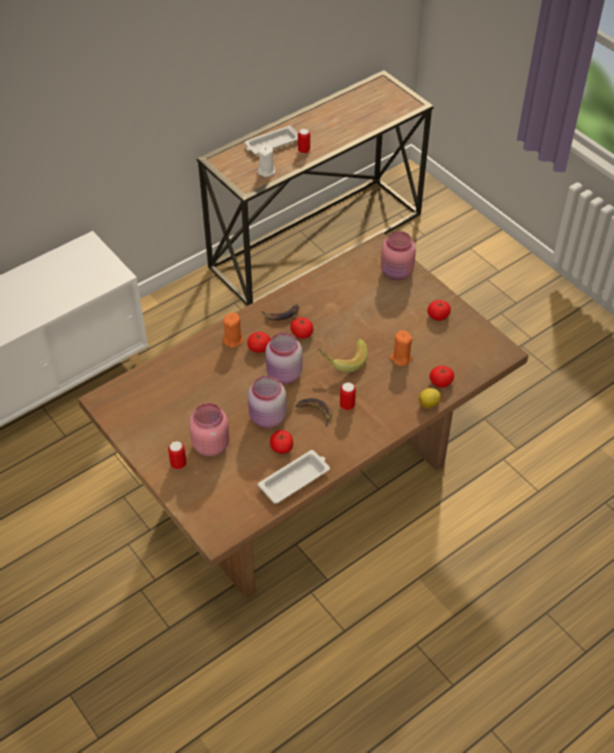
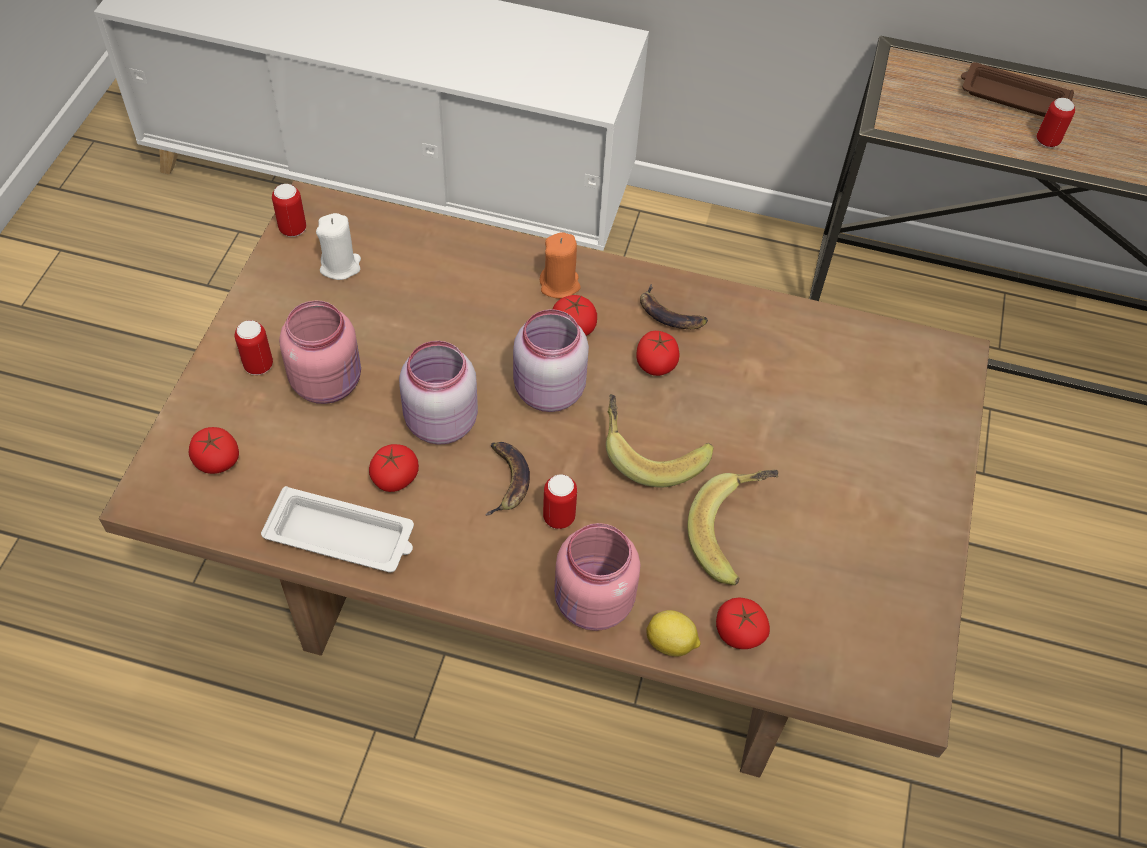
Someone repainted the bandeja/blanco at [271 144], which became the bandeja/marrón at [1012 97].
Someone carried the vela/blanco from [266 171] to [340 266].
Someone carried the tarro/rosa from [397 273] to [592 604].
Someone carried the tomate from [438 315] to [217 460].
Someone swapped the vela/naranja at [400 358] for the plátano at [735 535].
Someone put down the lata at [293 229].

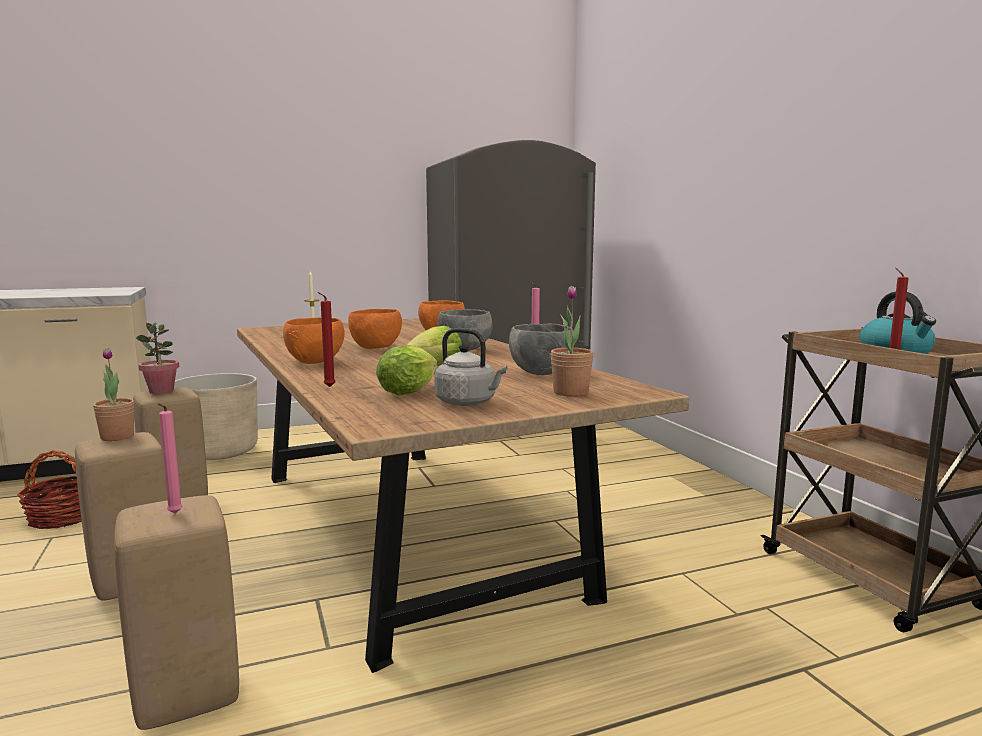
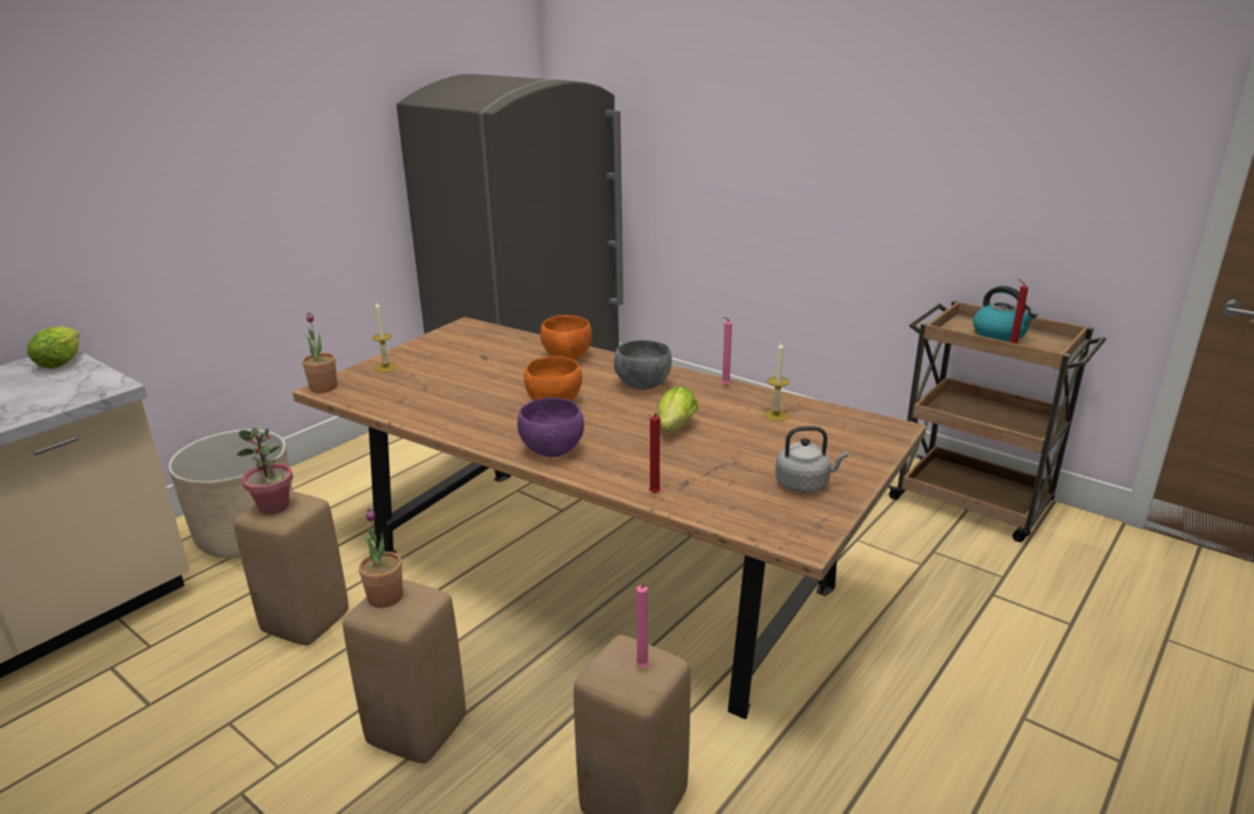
Someone carried the planta en maceta from [571 392] to [323 387].
Someone repainted the cuenco/naranja at [316 362], which became the cuenco/morado at [552 450].
Someone swapped the cuenco/gris at [540 372] for the vela at [776 415].
Someone carried the lechuga from [411 391] to [63 362].
Someone took away the cesta at [62 518].

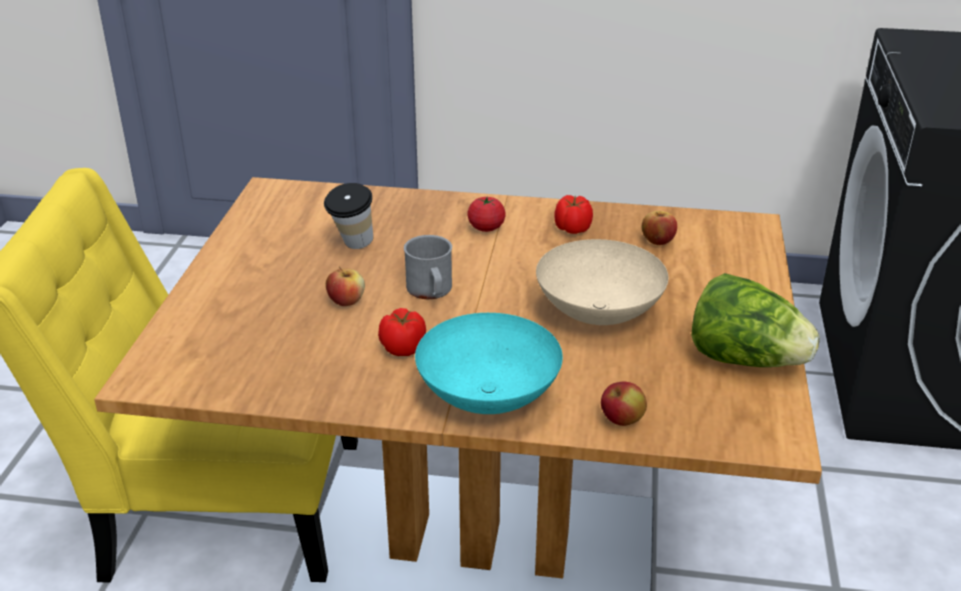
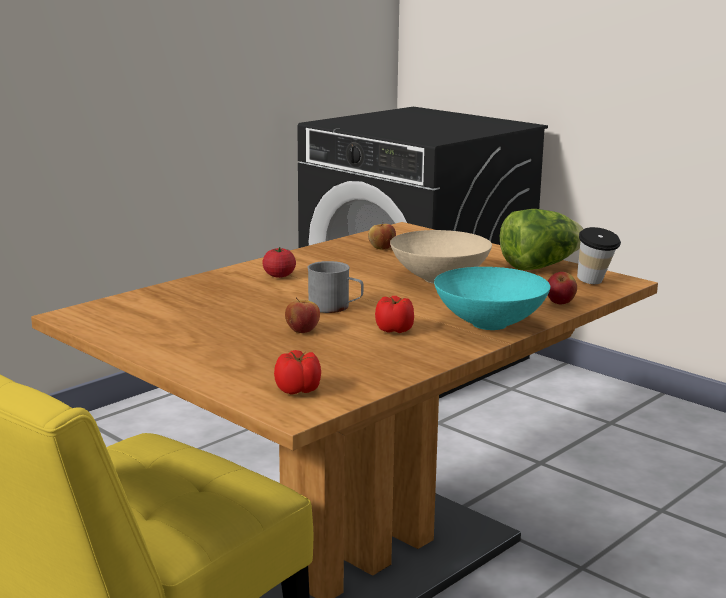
Someone carried the taza from [352 246] to [595 283].
Someone carried the tomate from [572 229] to [299 390].

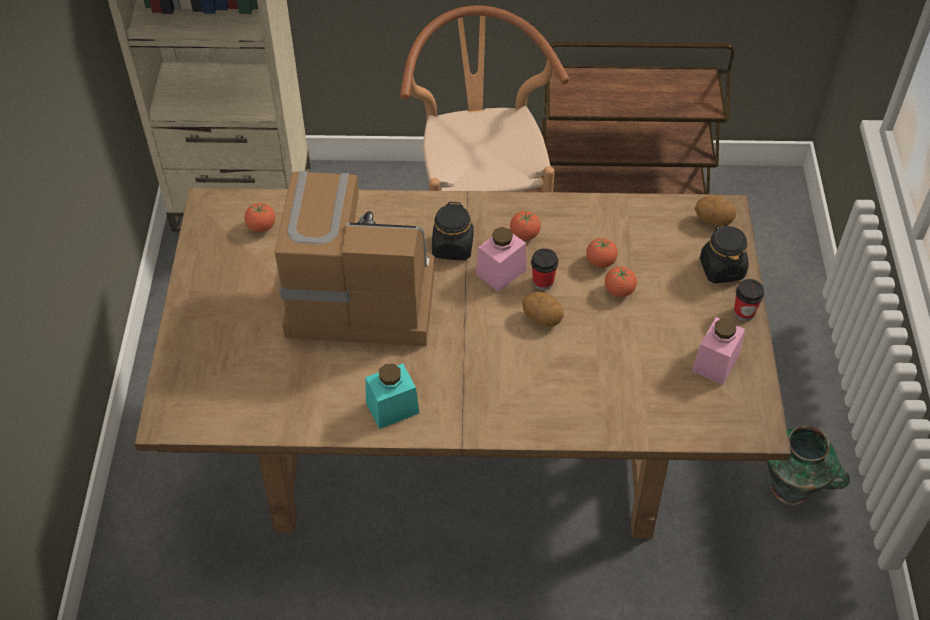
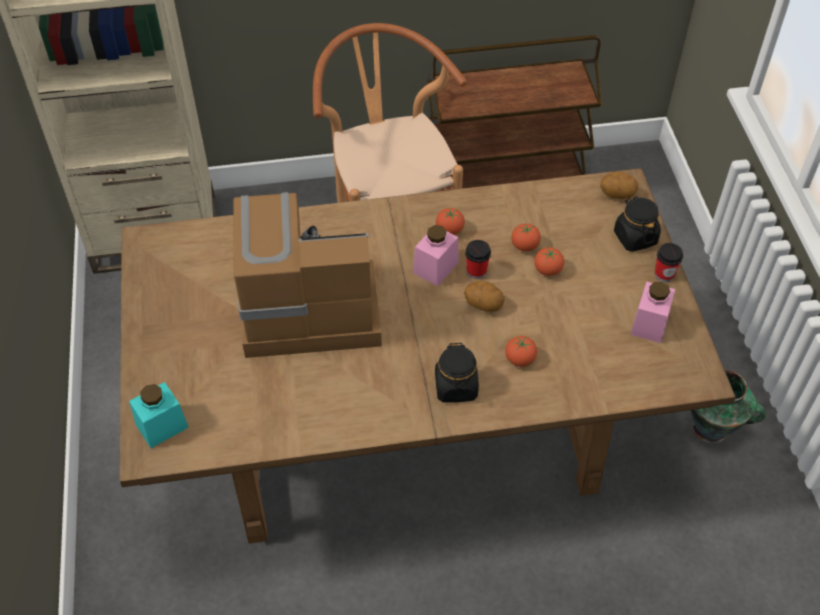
Someone carried the tarro/negro from [453 247] to [456 387].
Someone carried the tomate from [261 227] to [520 359].
Someone carried the tarro/turquesa from [392 408] to [162 426].

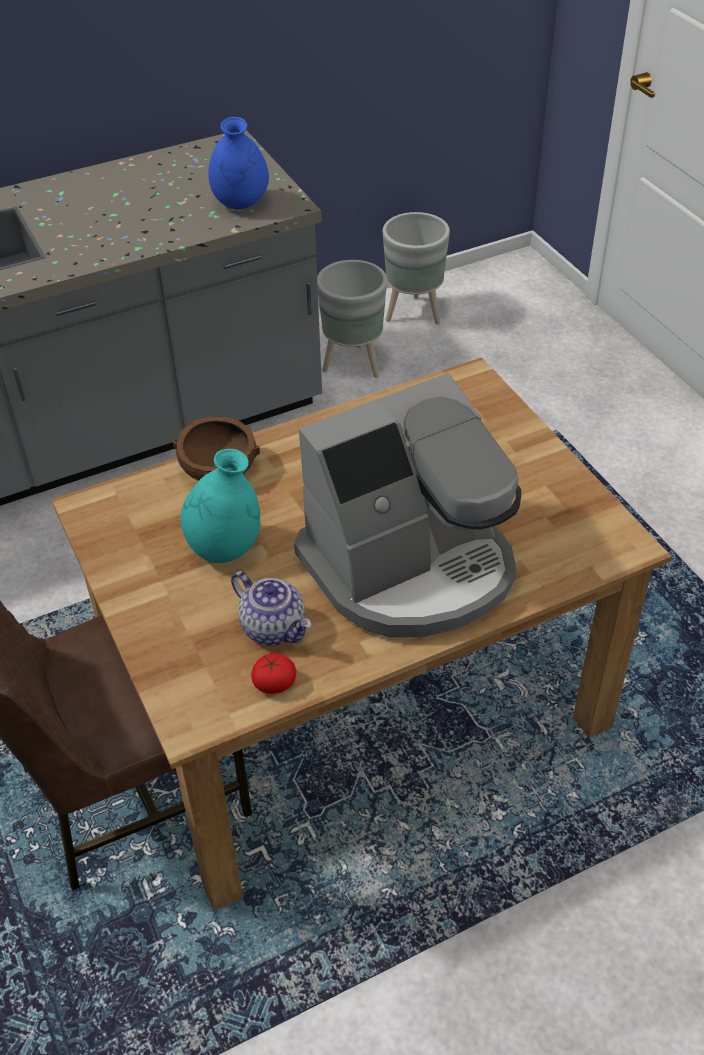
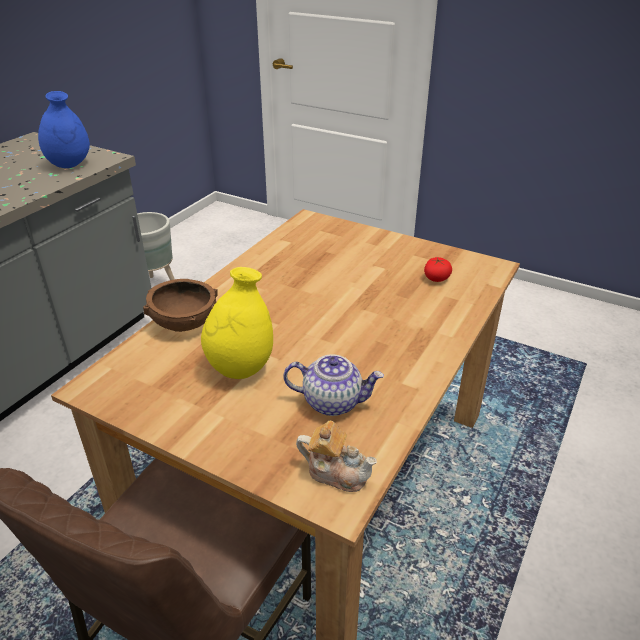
Someone took away the maceta/gris at [414 313].
Someone took away the cafetera at [411 568].
Someone repainted the florero/turquesa at [225 548], which became the florero/amarillo at [241 368].
Someone carried the tomate from [274 683] to [436 278].
Someone put down the tetera at [336 472].

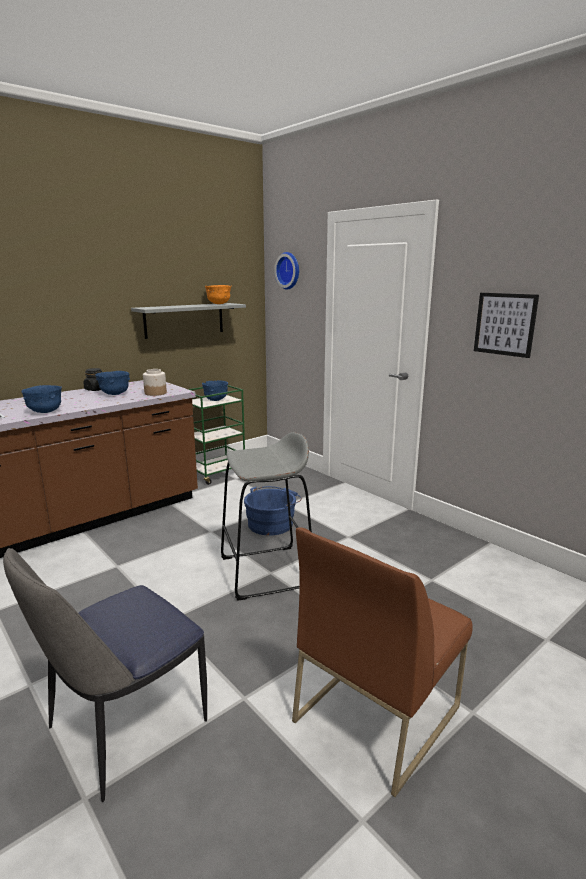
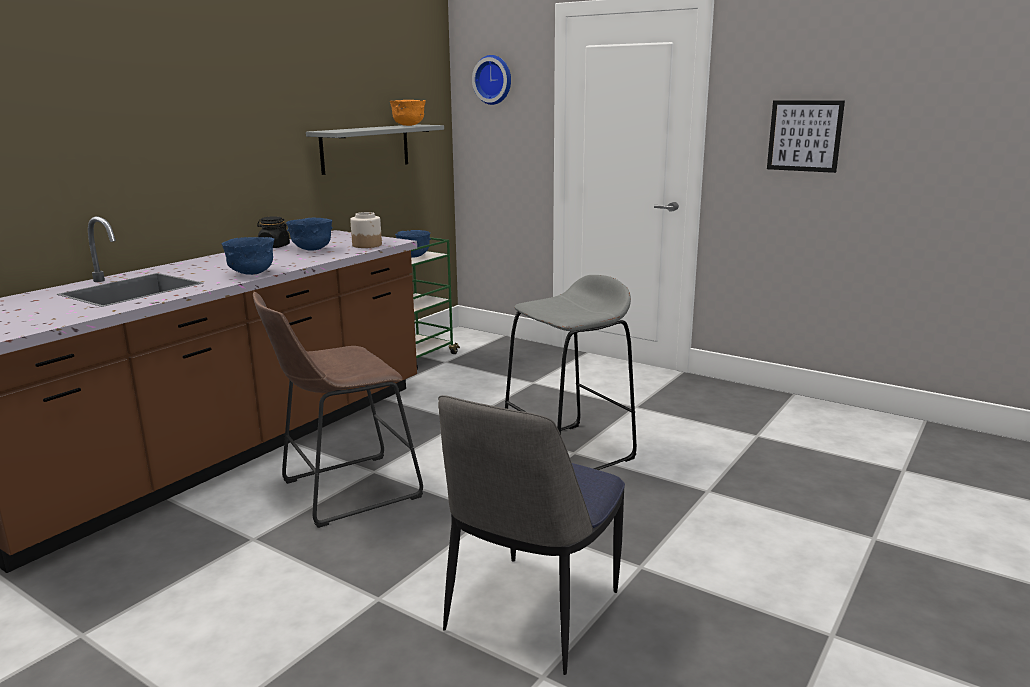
Someone took away the cubo/azul at [272 523].
Someone took away the silla/marrón at [376 712].
Someone put down the taburete/marrón at [343 491].

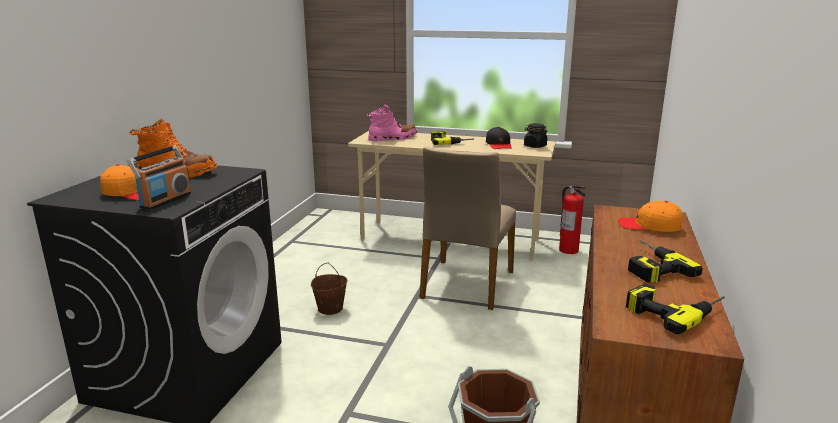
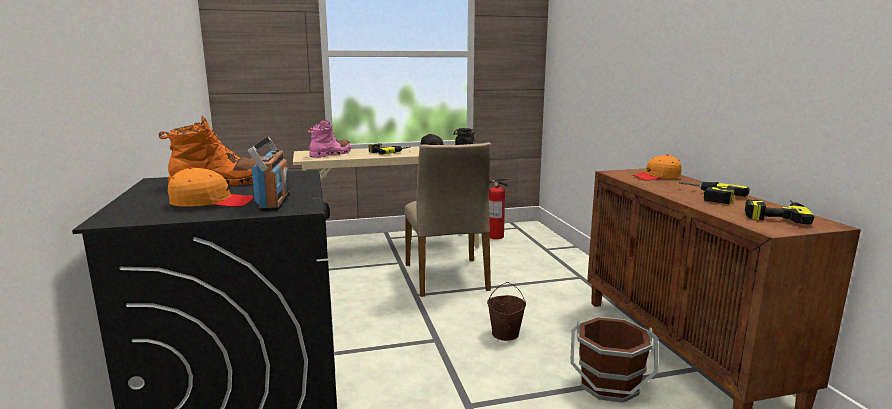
Someone carried the cubo/marrón from [330 309] to [505 334].

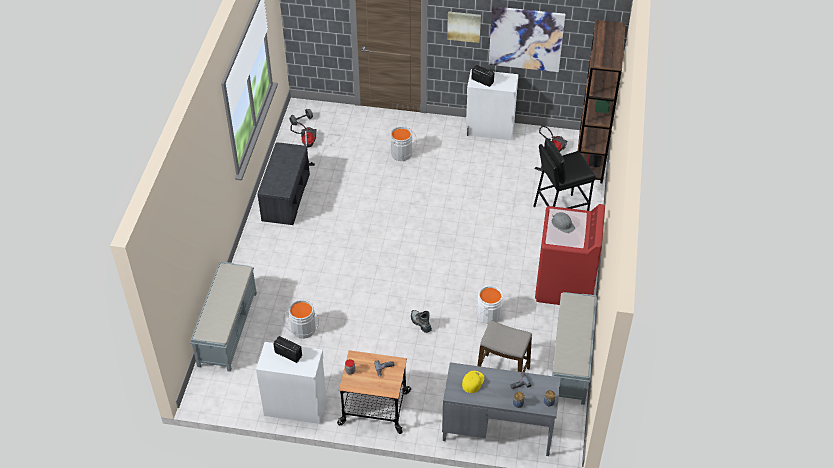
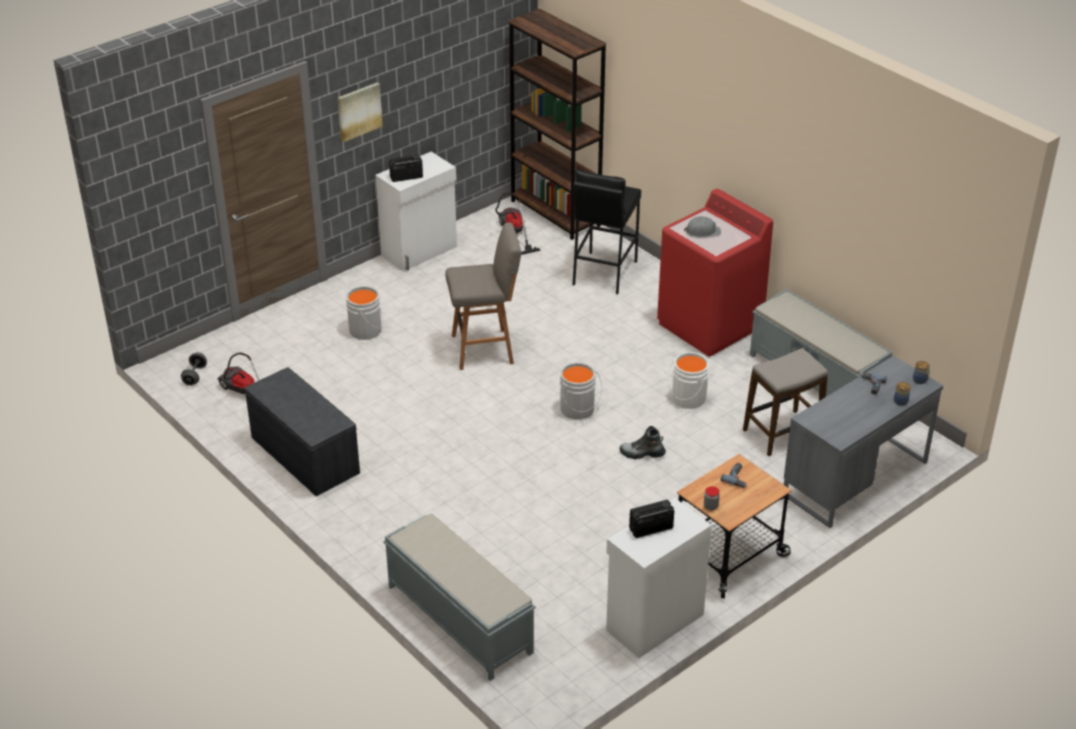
Someone took away the cuadro at [526 38].
Someone carried the cubo/gris from [303 330] to [578 410].
Someone took away the gorra/amarillo at [472 381].
Someone put down the taburete/gris at [485 349].

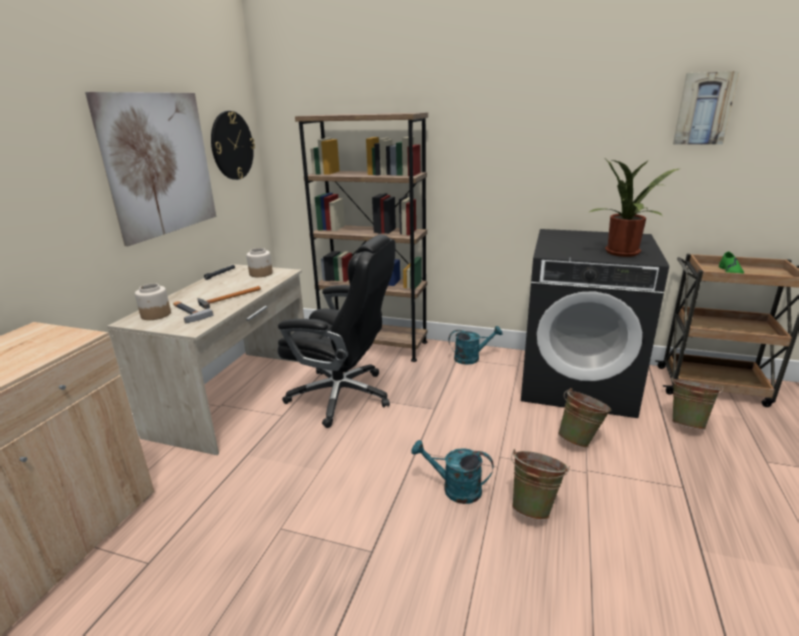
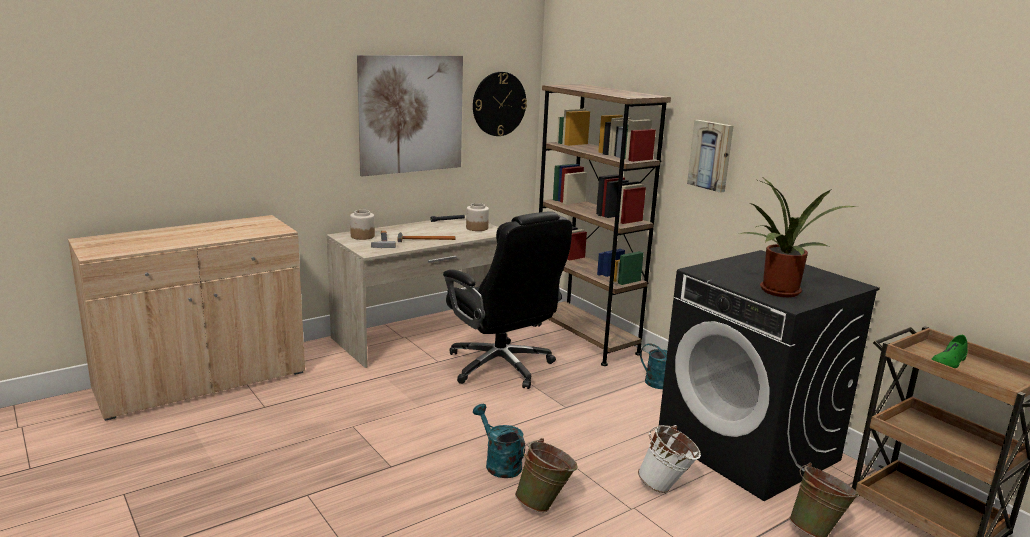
Someone carried the cuadro from [703 109] to [711 155].
Someone repainted the cubo/verde at [580 440], which became the cubo/blanco at [666 487].

